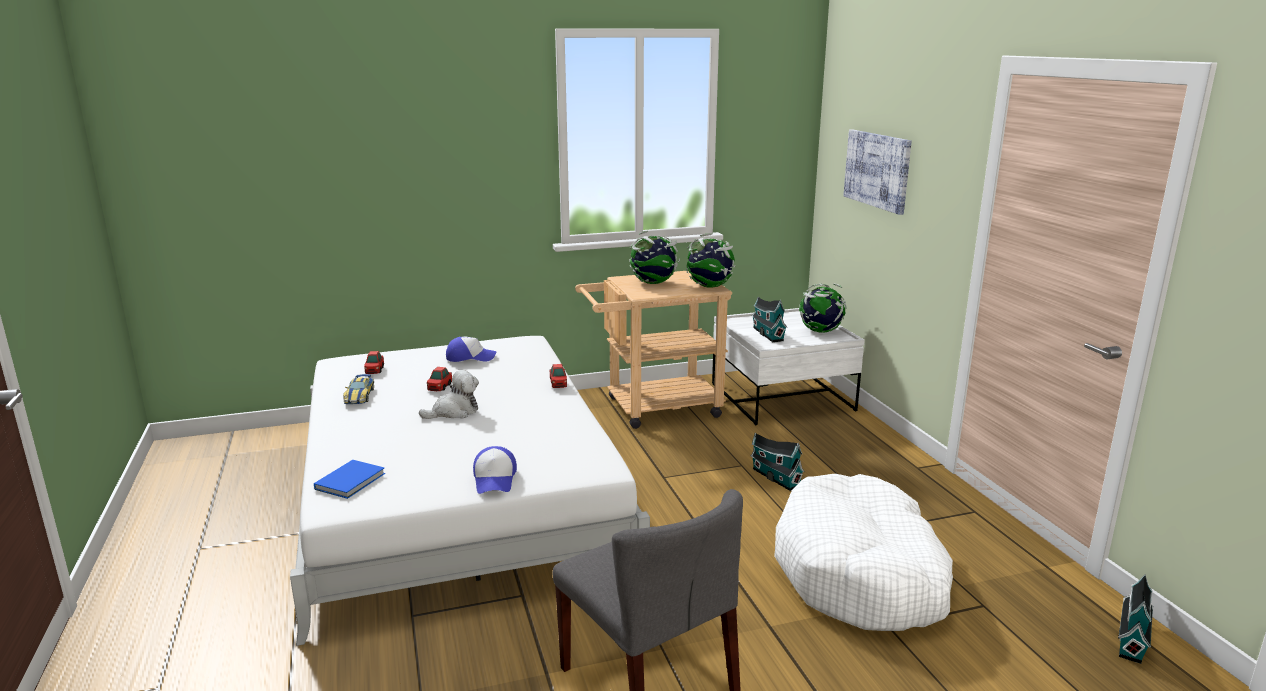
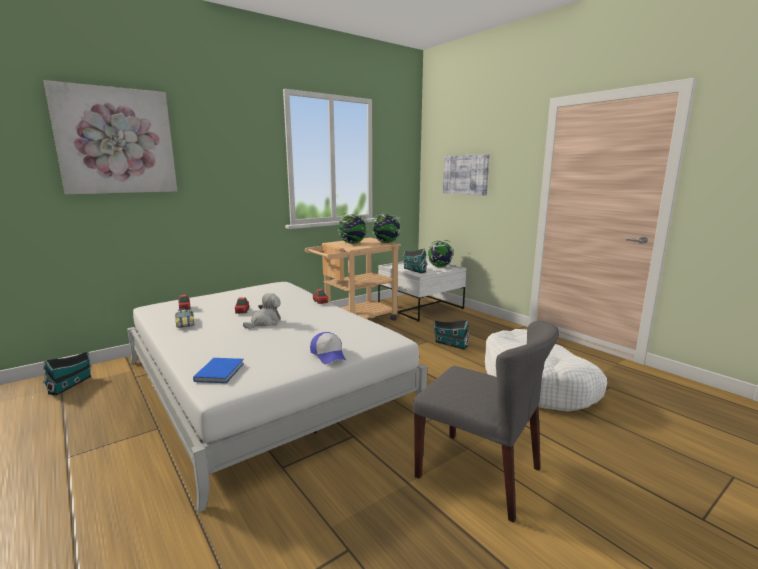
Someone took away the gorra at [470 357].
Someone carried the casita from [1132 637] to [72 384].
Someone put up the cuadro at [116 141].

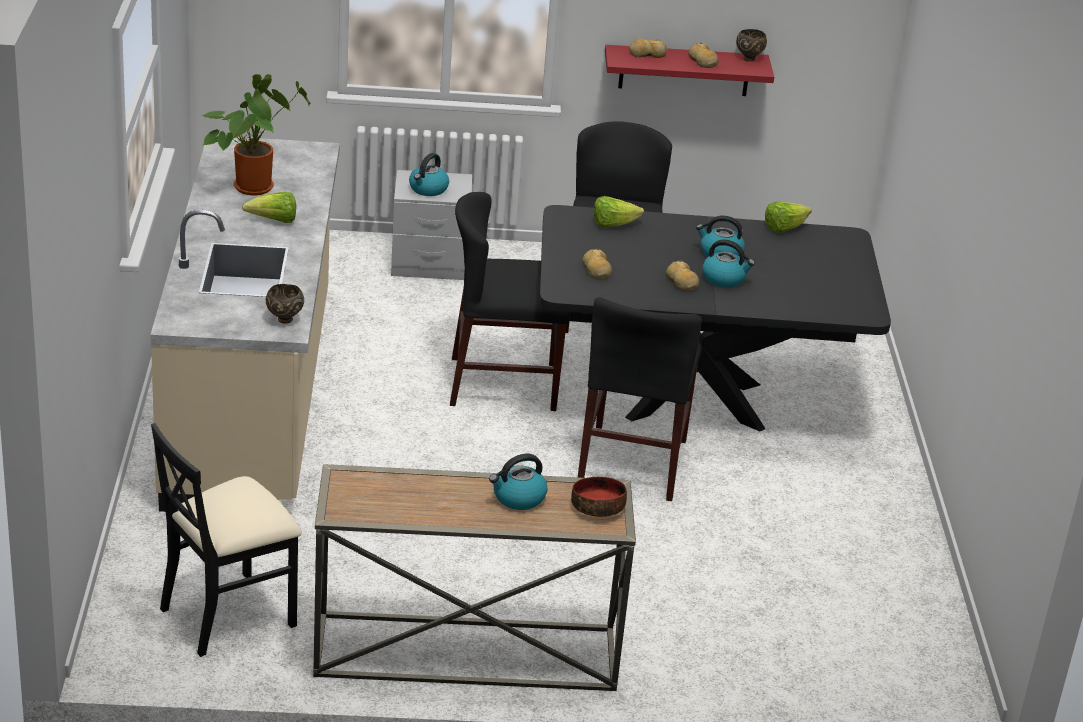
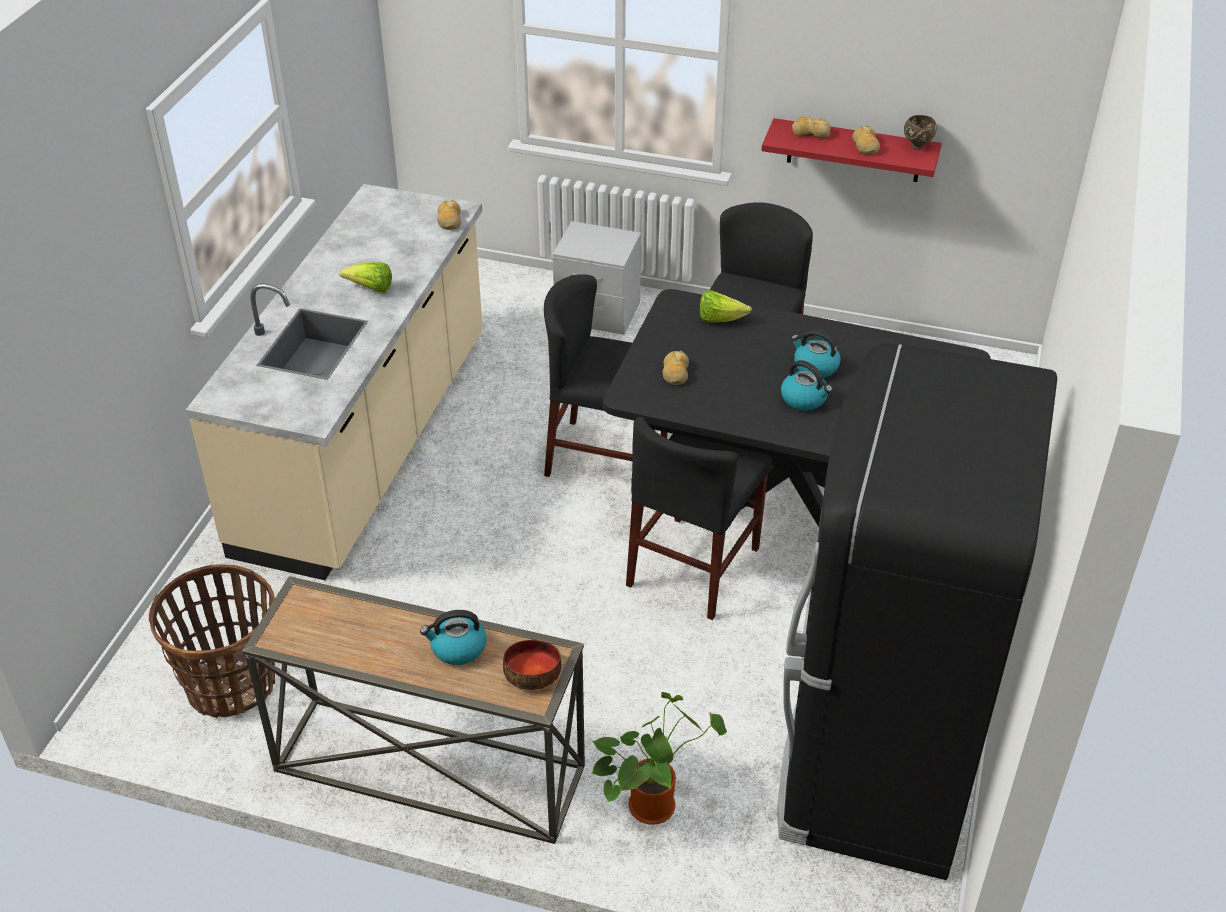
Someone carried the planta en maceta from [254 185] to [653 802].
Someone took away the hervidor at [428 189].
Someone took away the lechuga at [784 228].
Someone carried the pan from [682 282] to [449 221].
Someone took away the cuenco/marrón at [284 320].
Someone swapped the silla/negro at [228 614] for the cesta at [231 684].
Someone put down the nevera/negro at [876 761].

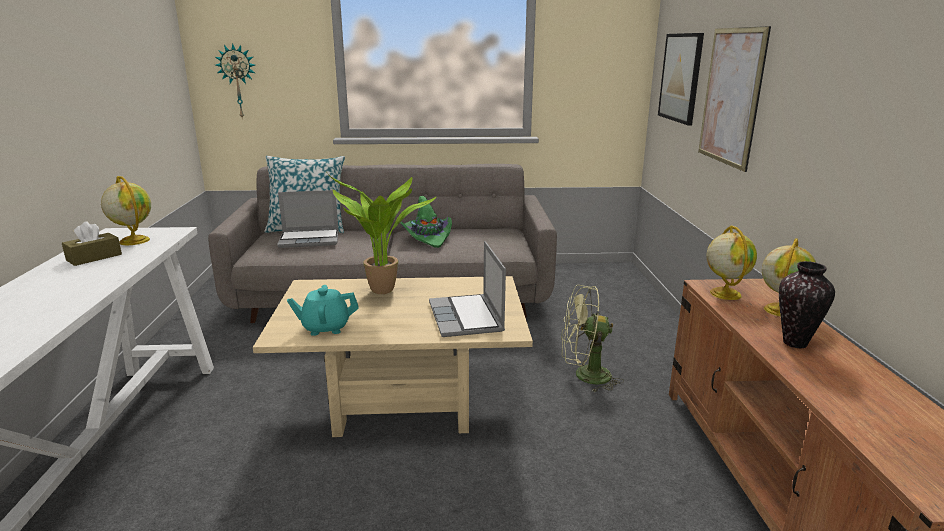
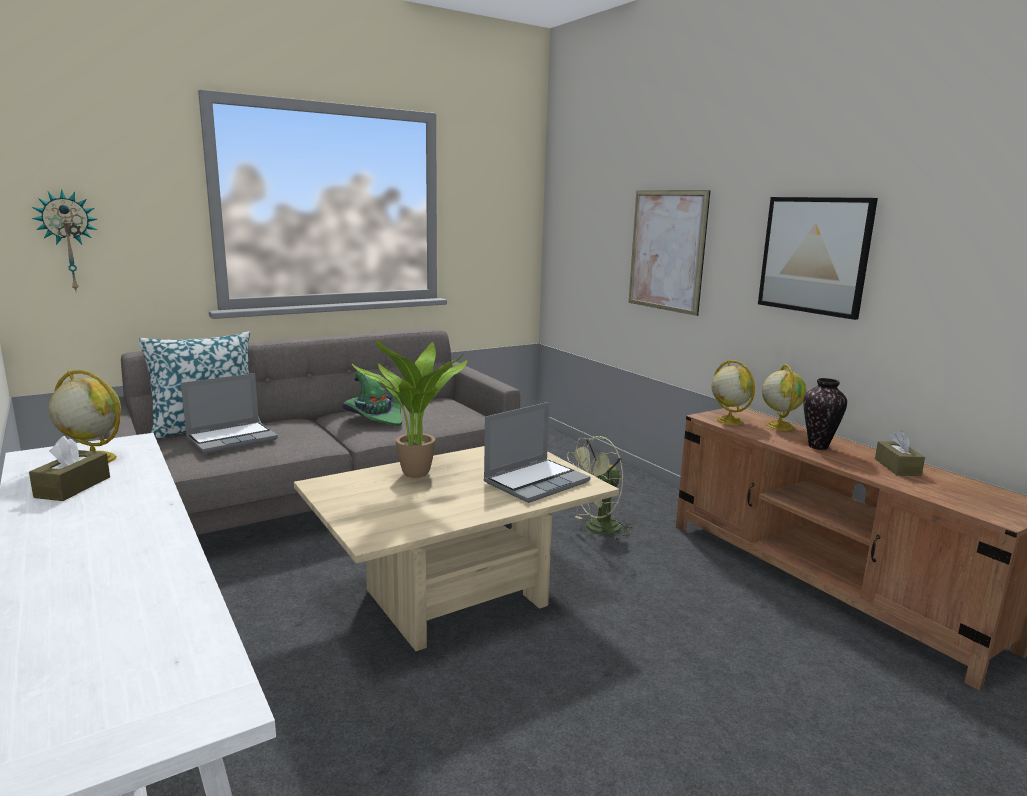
Someone carried the cuadro from [681 77] to [814 255].
Someone rotated the portátil at [467 317] by 90 degrees counterclockwise.
Someone took away the tetera/turquesa at [325 328].
Someone put down the caja de pañuelos/marrón at [897 467].

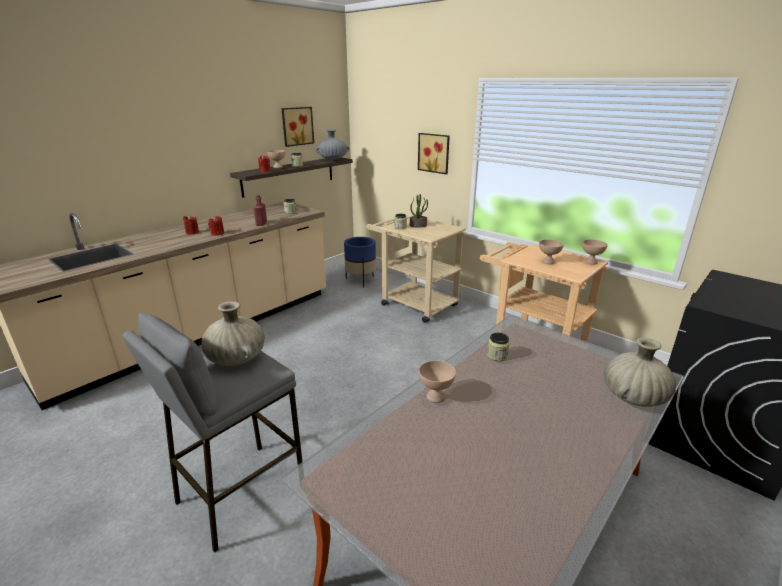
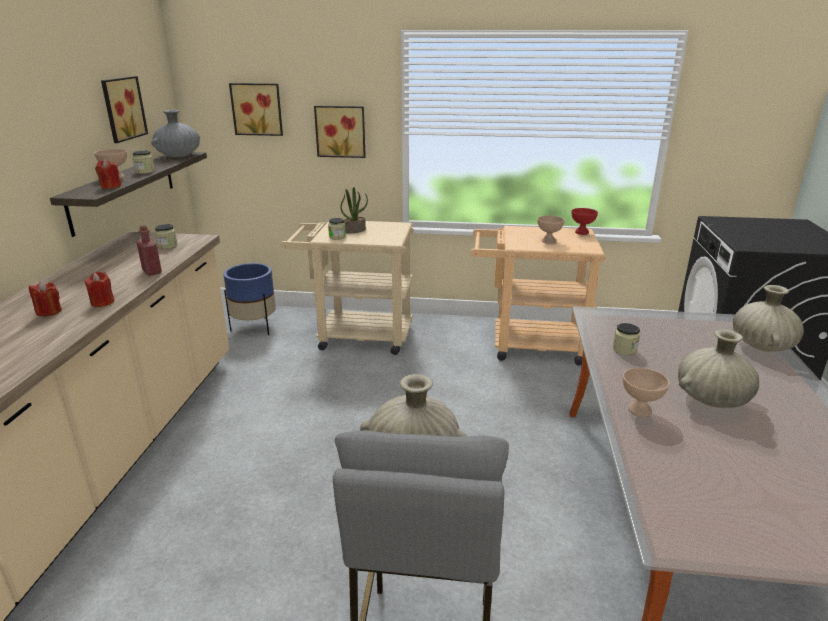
Someone repainted the cuenco/beis at [591 262], which became the cuenco/rojo at [582 232].
Someone put up the cuadro at [257 109].
Someone put down the florero/beis at [711 399].

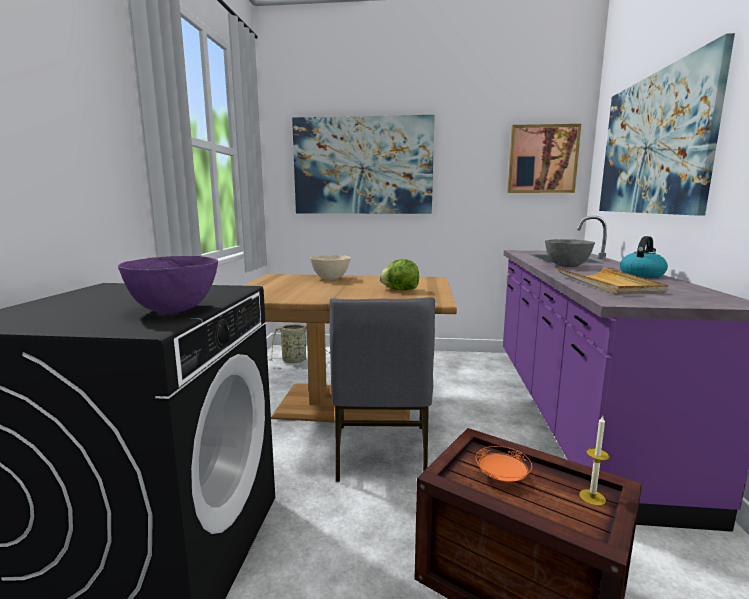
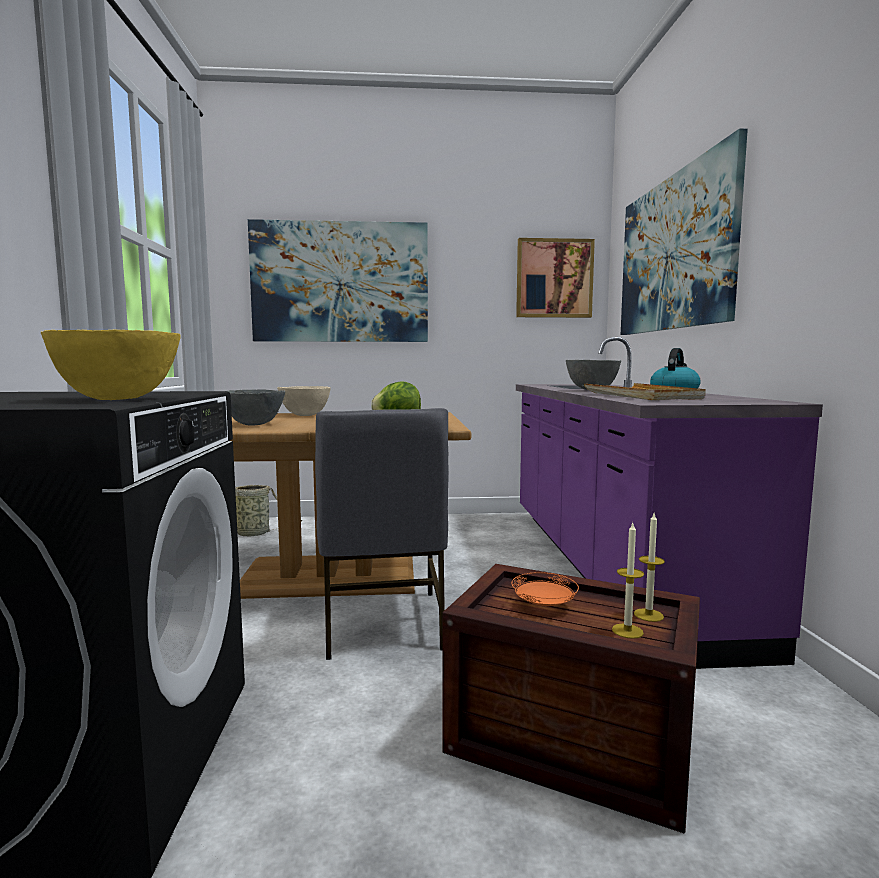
Someone repainted the cuenco/morado at [173 310], which became the cuenco/amarillo at [117 399].
Someone put down the cuenco/gris at [254 424].
Someone put down the vela at [627 631].

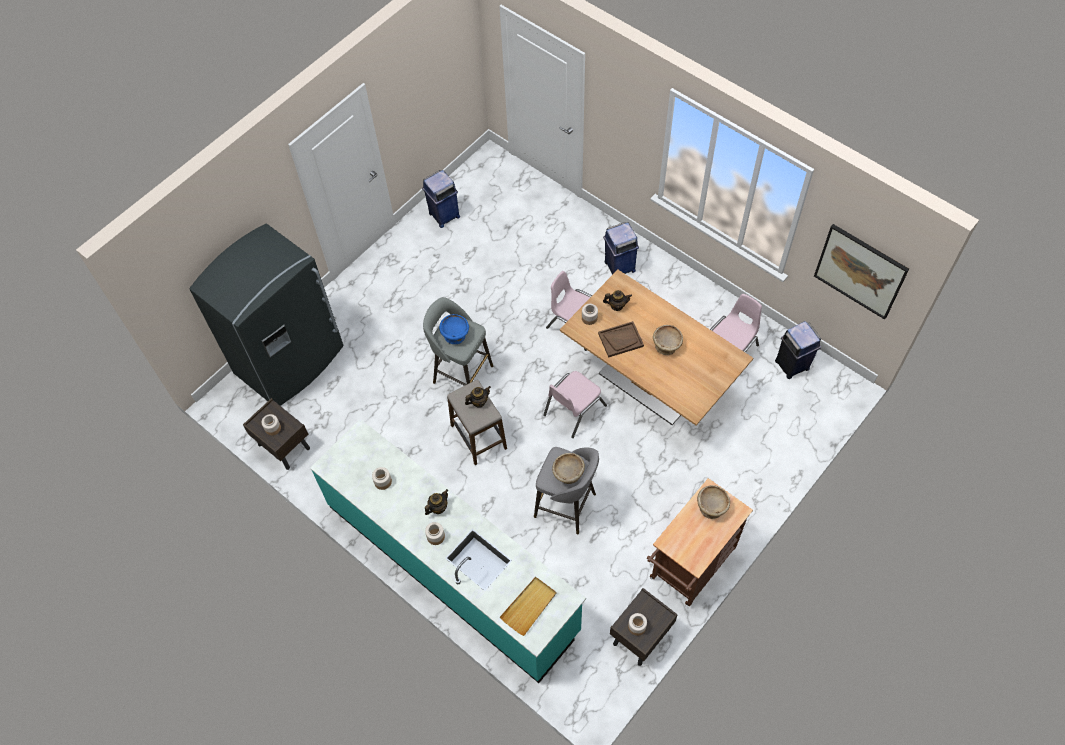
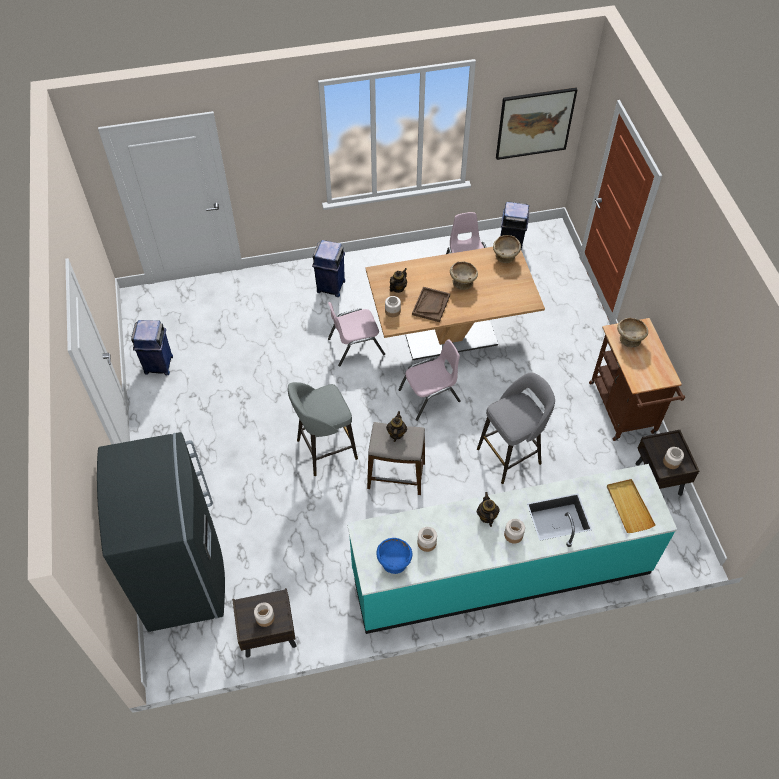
Someone carried the cuenco/azul from [455 335] to [394 562].
Someone rotated the silla/rosa at [574 410] by 105 degrees counterclockwise.
Someone carried the cuenco/beis from [568 475] to [505 257].

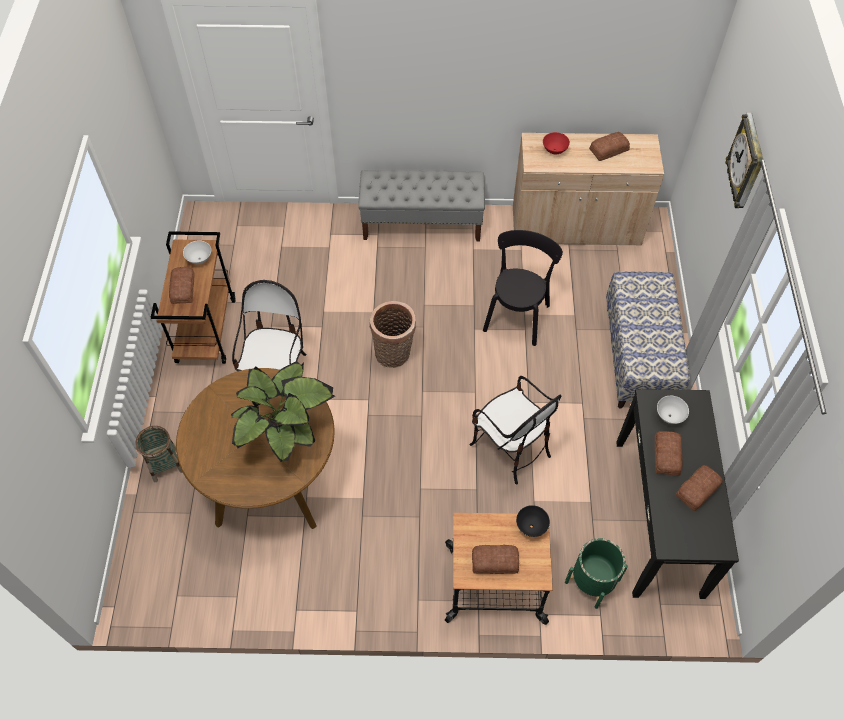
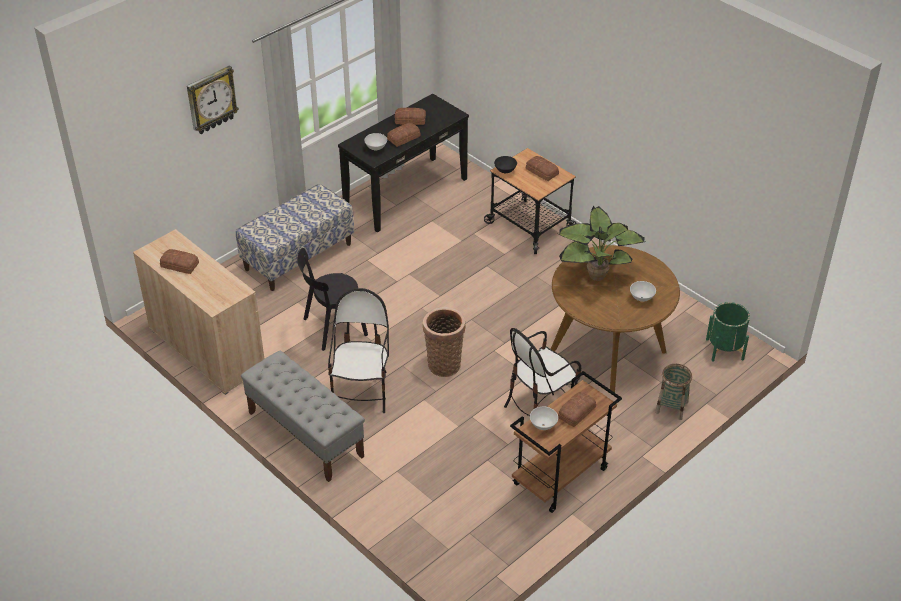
Someone took away the cuenco/rojo at [555 151].
Someone carried the silla from [510 448] to [362 391].
Someone carried the maceta/verde from [592 581] to [724 349].
Someone put down the cuenco/blanco at [641 298].

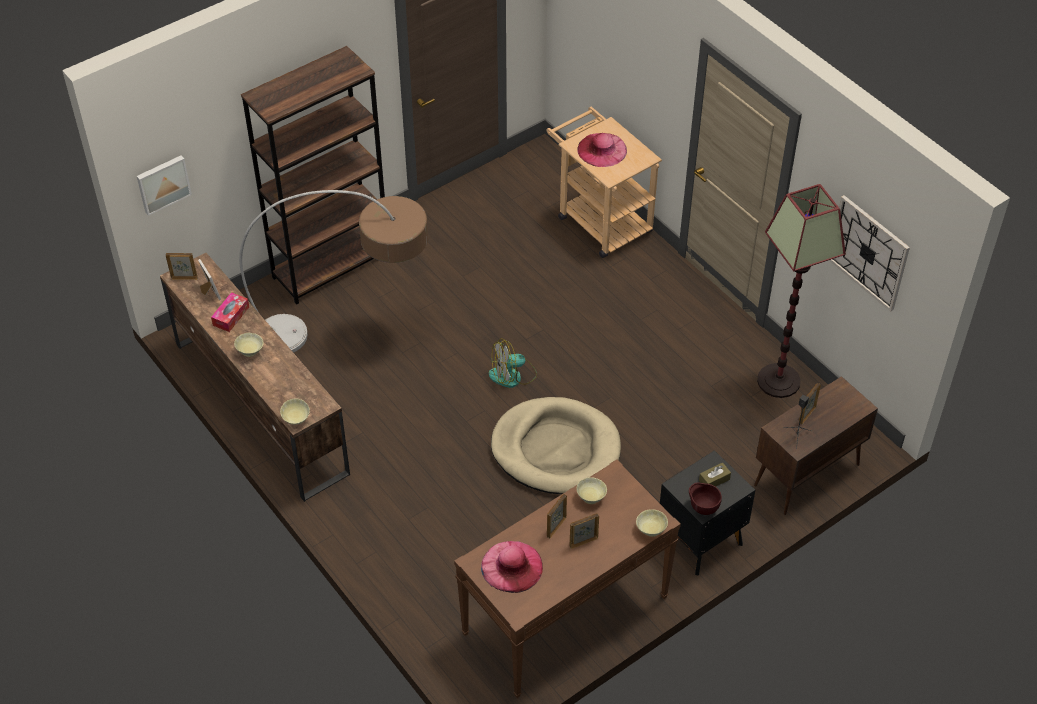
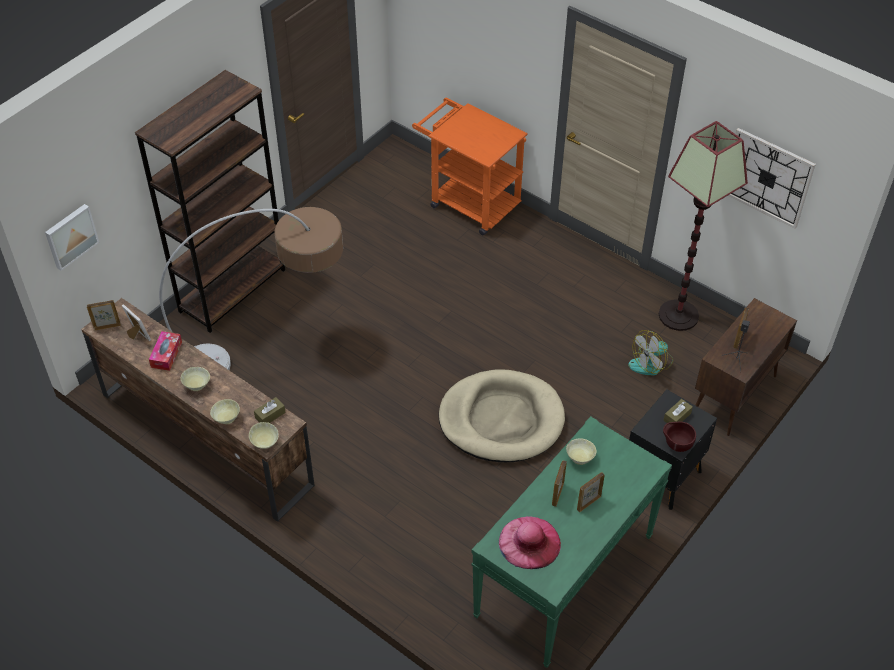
Someone repainted the carrito/beis at [599 220], which became the carrito/naranja at [468 202].
Someone took away the sombrero/rosa at [602 150].
Someone carried the ventilador from [512 375] to [651 363].
Someone repainted the mesa consola/marrón at [565 616], which became the mesa consola/verde at [564 576].
Someone carried the cuenco/beis from [651 529] to [226 418].
Someone put down the caja de pañuelos/marrón at [270 415].

